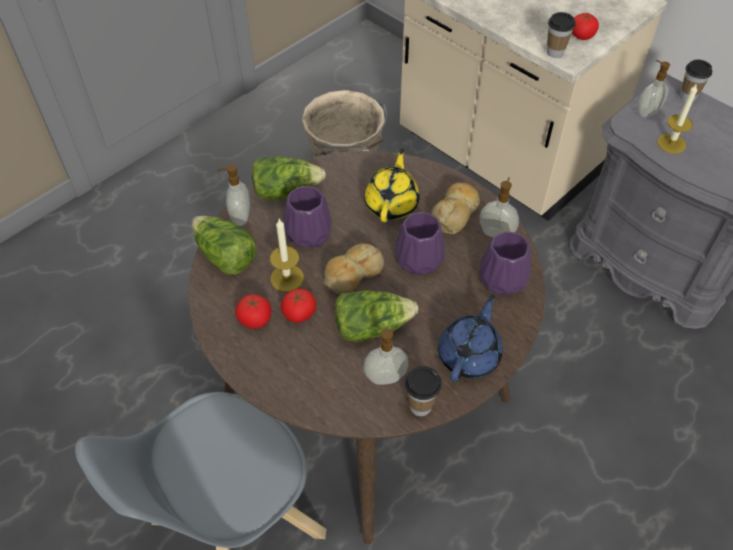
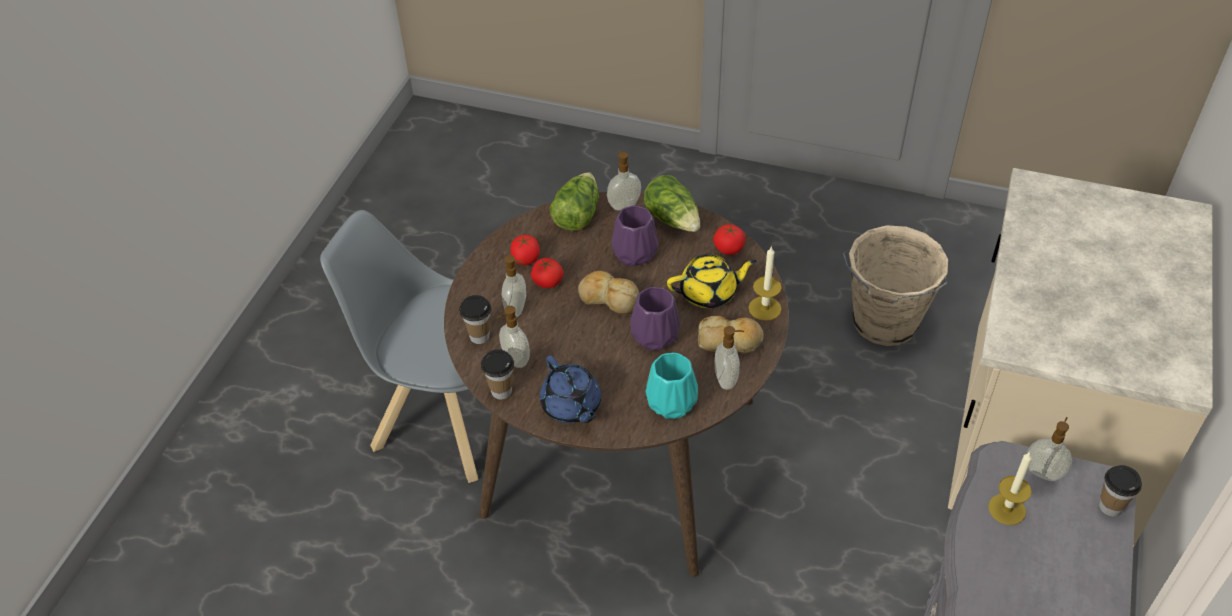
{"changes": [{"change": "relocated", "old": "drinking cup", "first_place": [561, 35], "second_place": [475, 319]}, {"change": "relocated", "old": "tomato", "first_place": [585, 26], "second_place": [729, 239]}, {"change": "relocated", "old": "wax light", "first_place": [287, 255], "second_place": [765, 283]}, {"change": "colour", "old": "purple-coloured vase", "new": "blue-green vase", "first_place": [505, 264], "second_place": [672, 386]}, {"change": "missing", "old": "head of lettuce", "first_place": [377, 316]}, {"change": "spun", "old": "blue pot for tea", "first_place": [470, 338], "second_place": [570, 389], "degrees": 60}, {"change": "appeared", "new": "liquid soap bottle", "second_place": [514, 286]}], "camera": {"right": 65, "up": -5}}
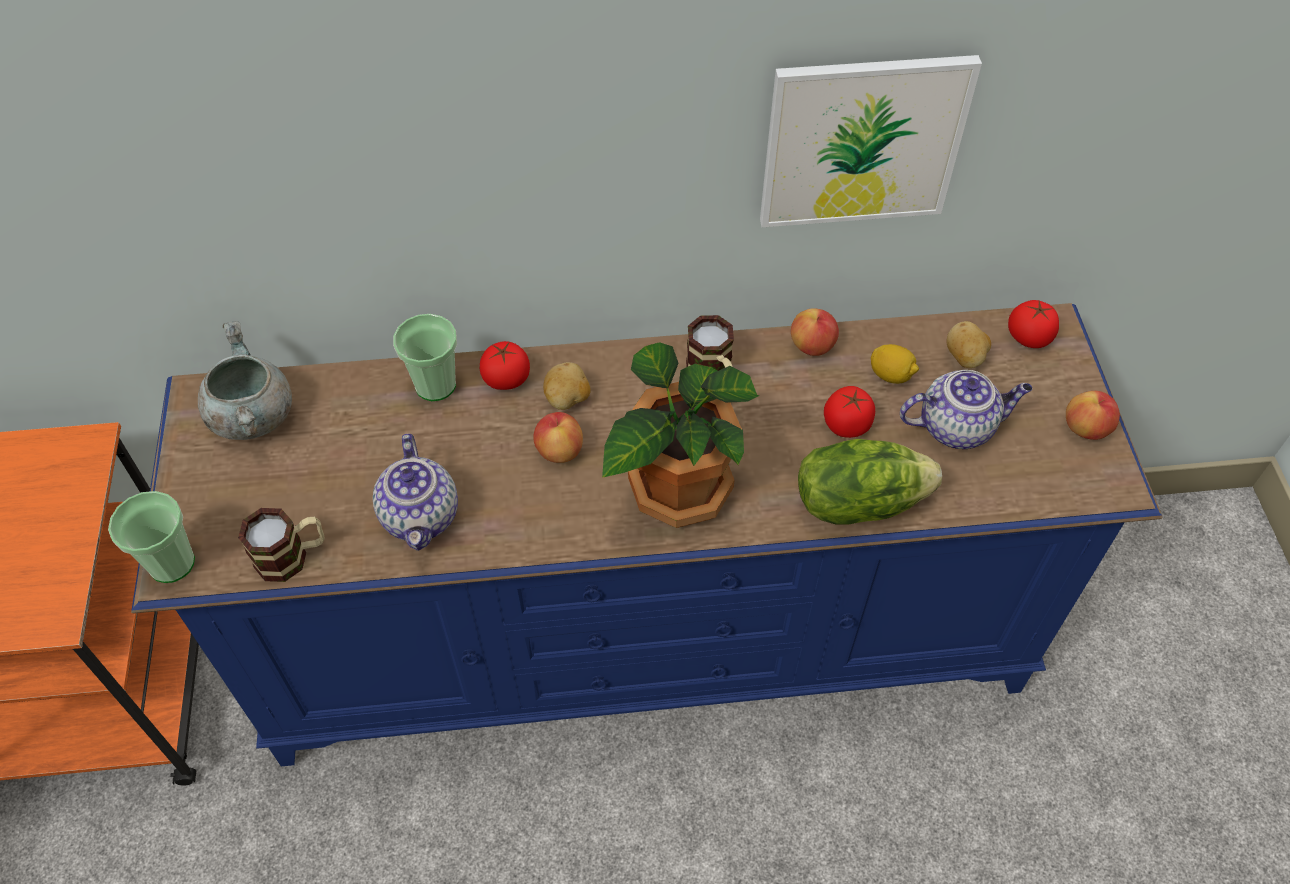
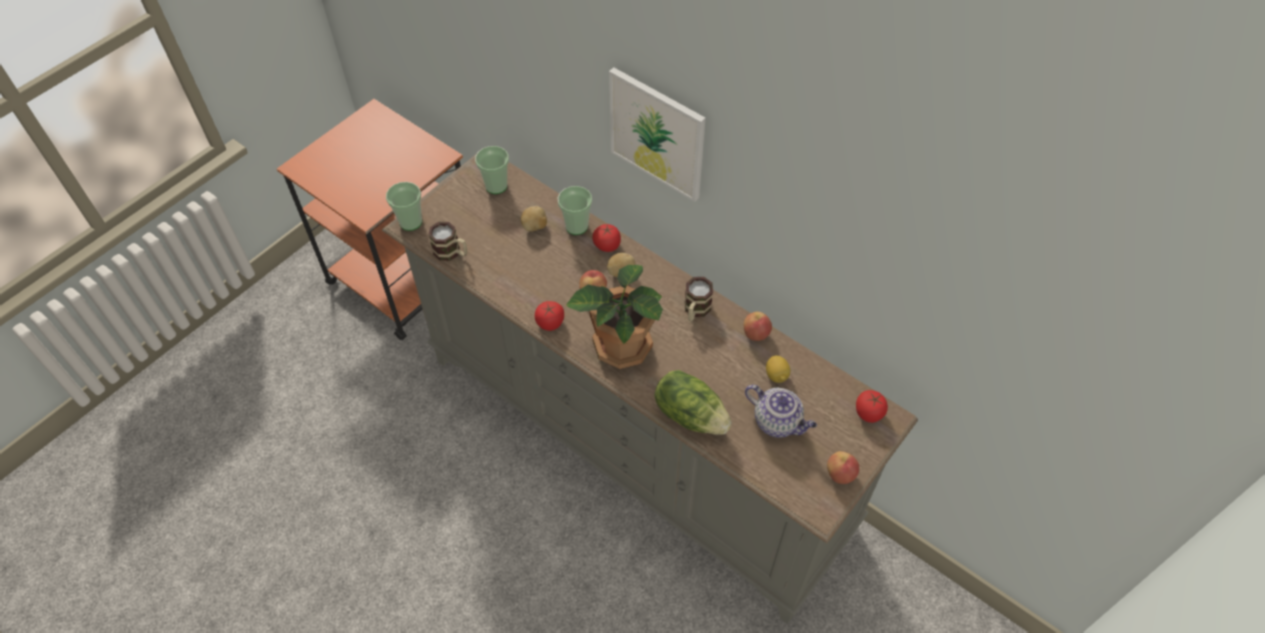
{"changes": [{"change": "relocated", "old": "wall picture", "first_place": [871, 141], "second_place": [657, 134]}, {"change": "colour", "old": "blue cupboard", "new": "greyish cupboard", "first_place": [647, 535], "second_place": [650, 385]}, {"change": "exchanged", "old": "greyish stockpot", "new": "drinking cup", "first_place": [245, 380], "second_place": [492, 170]}, {"change": "relocated", "old": "potato", "first_place": [969, 344], "second_place": [534, 219]}, {"change": "relocated", "old": "tomato", "first_place": [849, 412], "second_place": [549, 316]}, {"change": "missing", "old": "pot for tea", "first_place": [415, 492]}], "camera": {"right": 45, "up": 0}}
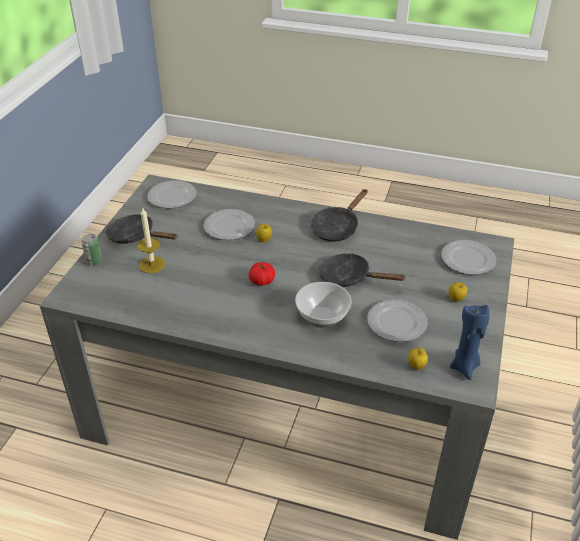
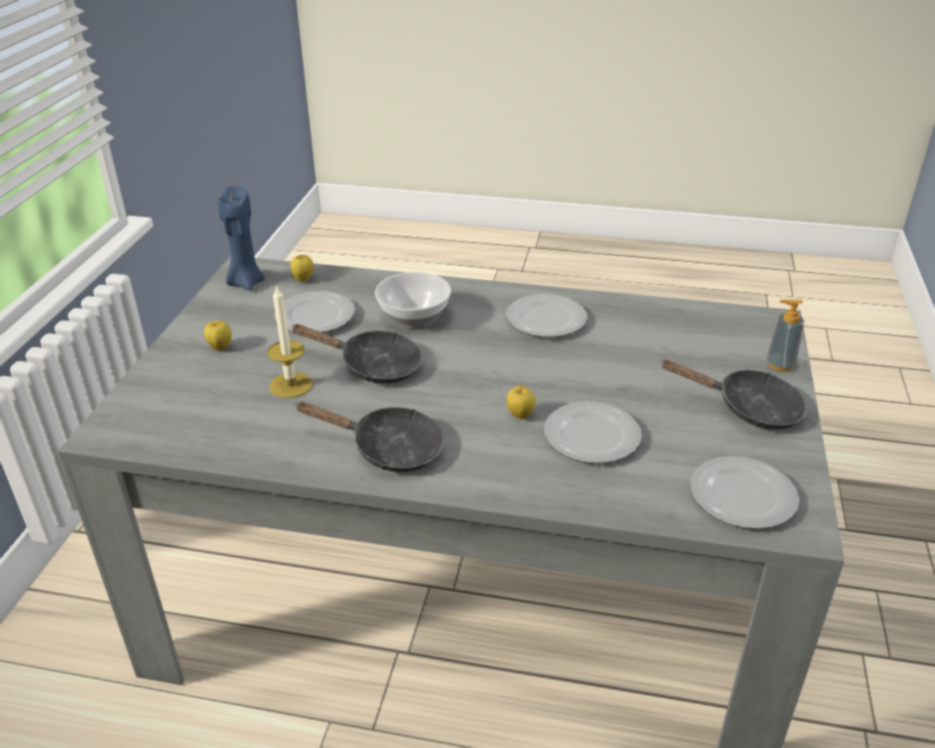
{"changes": [{"change": "spun", "old": "black-coloured skillet", "first_place": [339, 215], "second_place": [369, 436], "degrees": 75}, {"change": "relocated", "old": "wax light", "first_place": [151, 240], "second_place": [289, 341]}, {"change": "exchanged", "old": "sealed can", "new": "liquid soap bottle", "first_place": [91, 250], "second_place": [785, 336]}, {"change": "relocated", "old": "flat dish", "first_place": [468, 257], "second_place": [546, 315]}, {"change": "missing", "old": "tomato", "first_place": [262, 274]}], "camera": {"right": 175, "up": -5}}
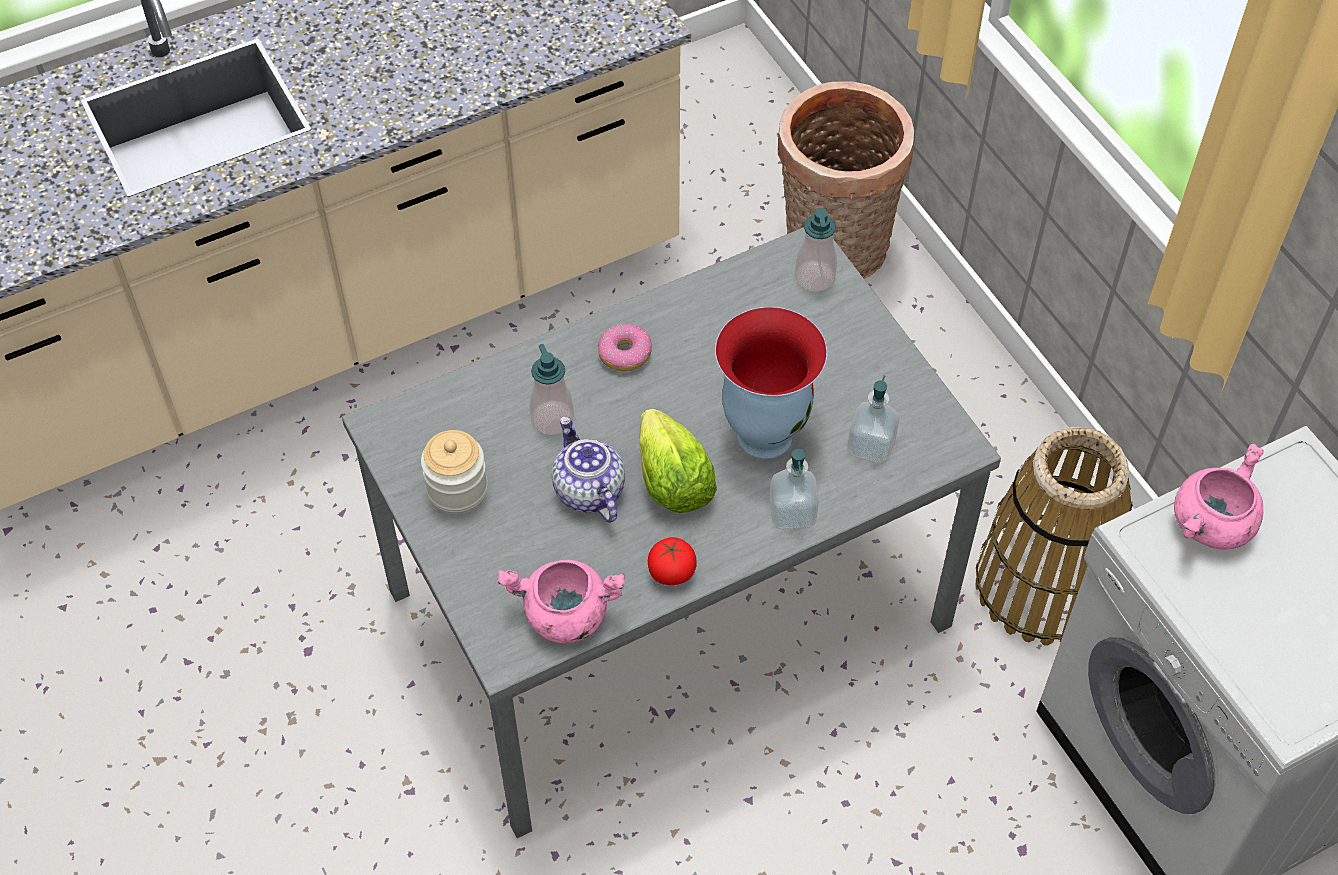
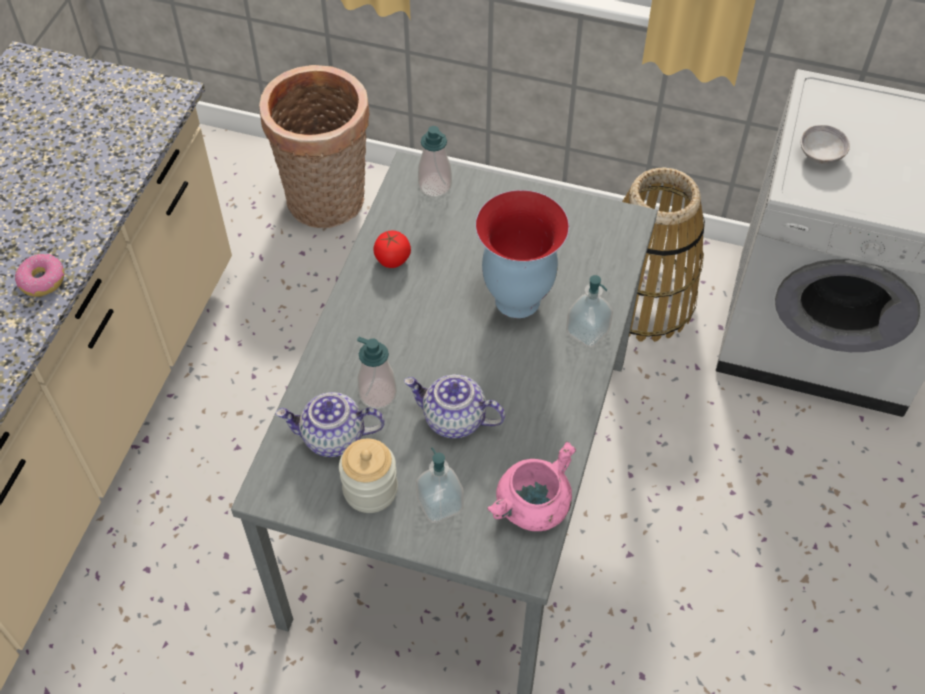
{"changes": [{"change": "relocated", "old": "doughnut", "first_place": [625, 347], "second_place": [40, 275]}, {"change": "relocated", "old": "liquid soap bottle", "first_place": [873, 419], "second_place": [440, 485]}, {"change": "missing", "old": "head of lettuce", "first_place": [678, 461]}, {"change": "exchanged", "old": "pink-coloured stockpot", "new": "greyish serving bowl", "first_place": [1219, 496], "second_place": [825, 144]}, {"change": "relocated", "old": "tomato", "first_place": [672, 561], "second_place": [392, 249]}, {"change": "appeared", "new": "pot for tea", "second_place": [330, 424]}], "camera": {"right": -45, "up": 0}}
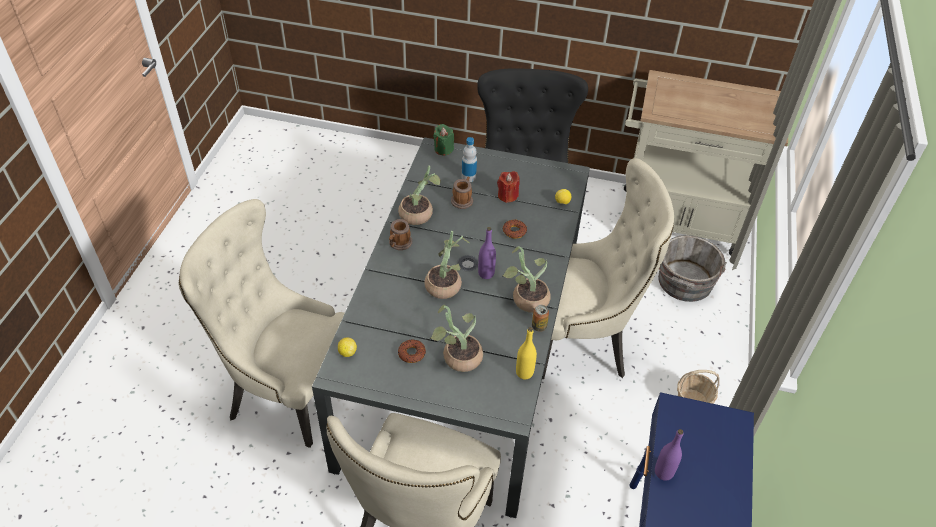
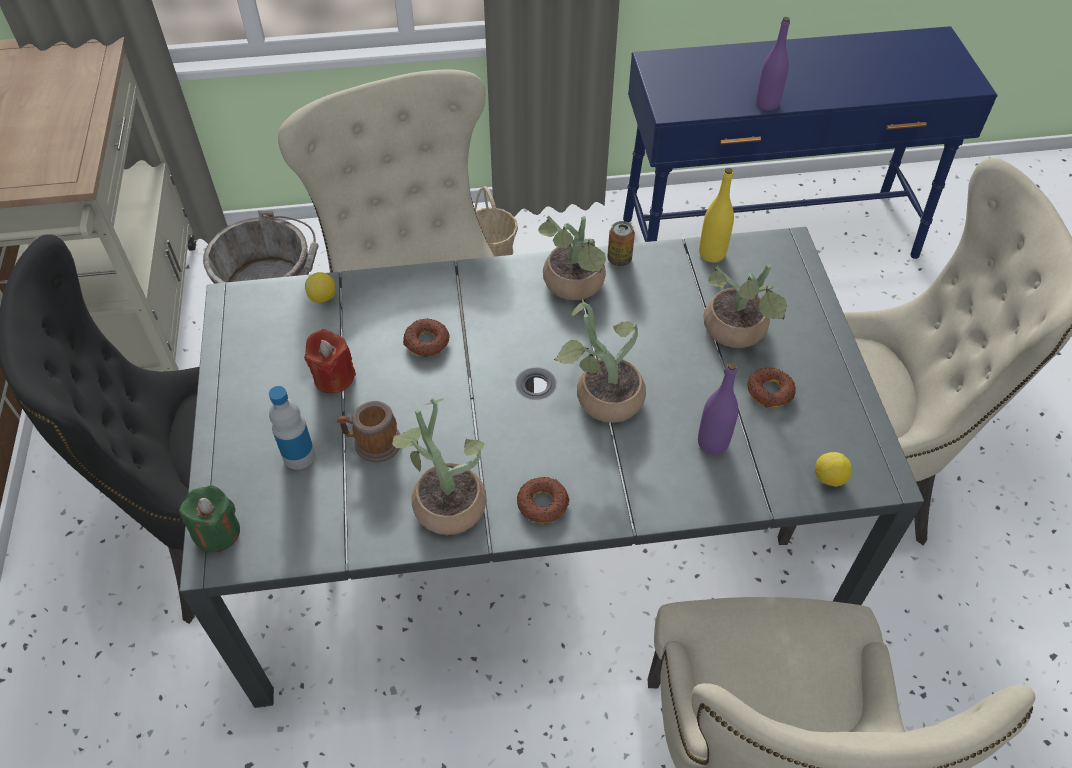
{"changes": [{"change": "exchanged", "old": "tea mug", "new": "doughnut", "first_place": [400, 234], "second_place": [543, 500]}, {"change": "relocated", "old": "purple-coloured bottle", "first_place": [487, 253], "second_place": [718, 408]}], "camera": {"right": -110, "up": 5}}
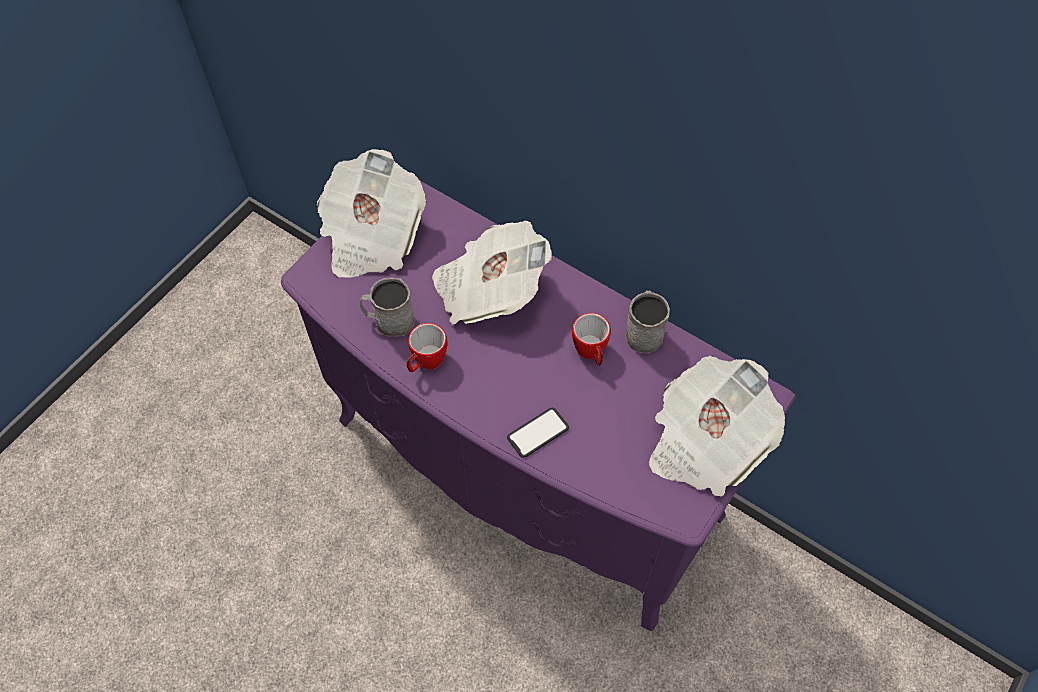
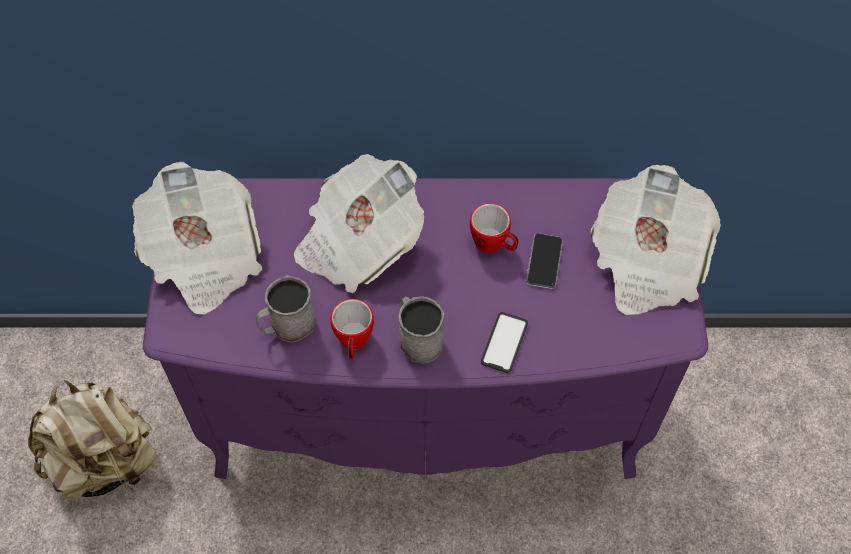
{"changes": [{"change": "relocated", "old": "greyish tea mug", "first_place": [648, 322], "second_place": [421, 330]}, {"change": "appeared", "new": "phone", "second_place": [544, 261]}, {"change": "appeared", "new": "beige-coloured knapsack", "second_place": [92, 438]}], "camera": {"right": -35, "up": 0}}
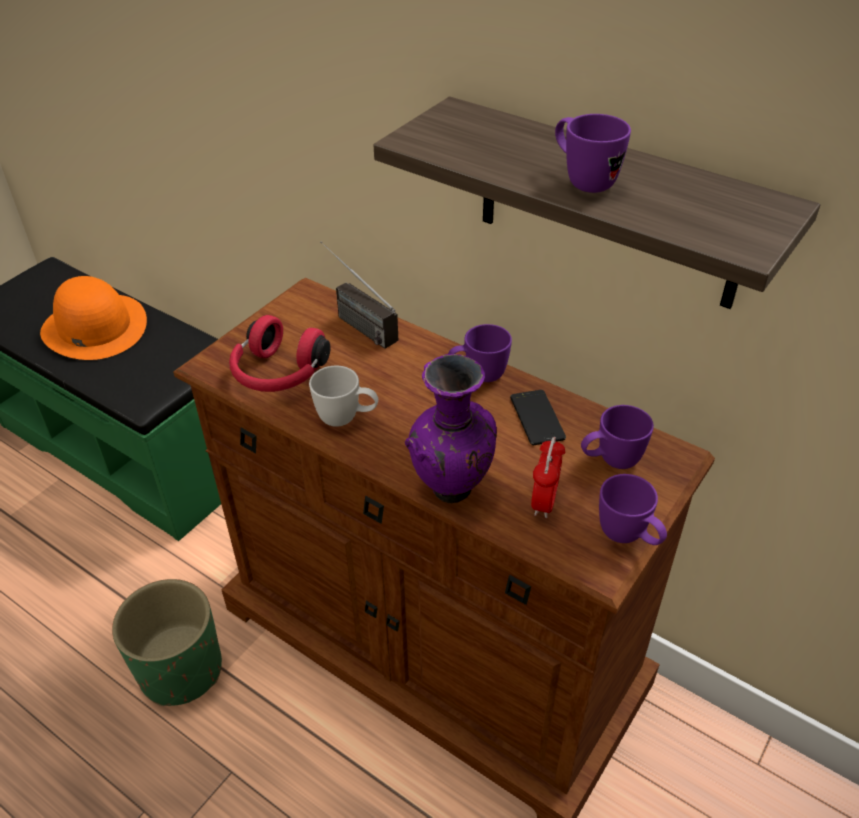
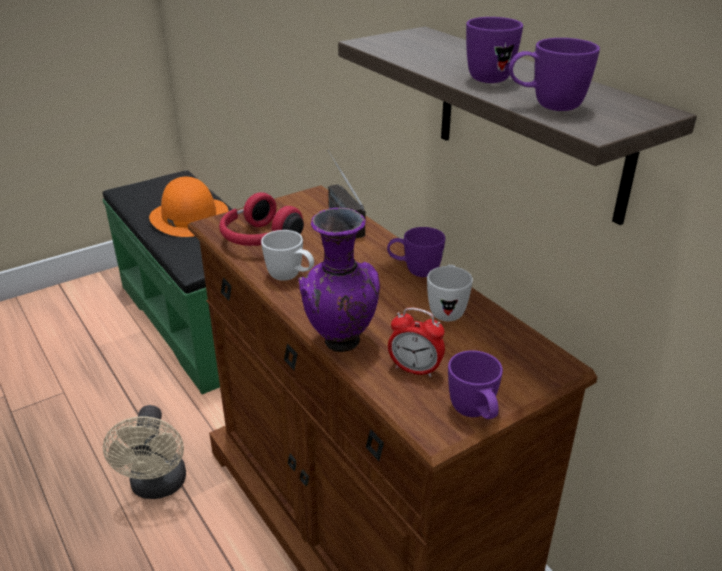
{"changes": [{"change": "exchanged", "old": "phone", "new": "white-coloured tea mug", "first_place": [538, 417], "second_place": [450, 293]}, {"change": "relocated", "old": "purple-coloured tea mug", "first_place": [617, 437], "second_place": [554, 74]}, {"change": "spun", "old": "table clock", "first_place": [548, 477], "second_place": [416, 342], "degrees": 75}, {"change": "exchanged", "old": "green flower pot", "new": "beige-coloured electric fan", "first_place": [167, 642], "second_place": [144, 452]}], "camera": {"right": 20, "up": -10}}
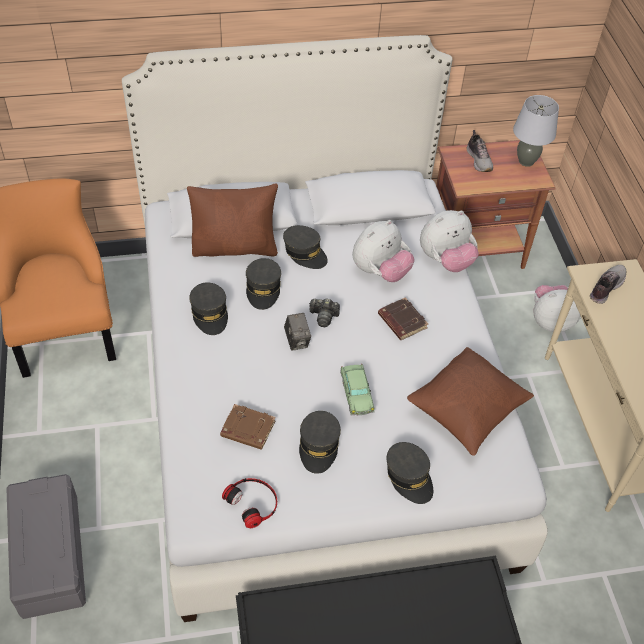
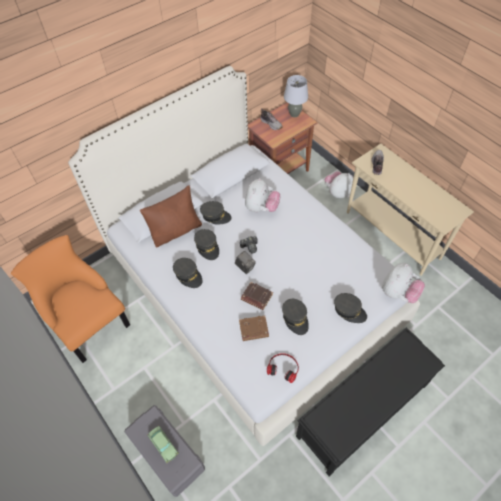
{"changes": [{"change": "relocated", "old": "soft toy", "first_place": [449, 241], "second_place": [403, 283]}, {"change": "relocated", "old": "brownish book", "first_place": [403, 318], "second_place": [257, 296]}, {"change": "missing", "old": "brownish pillow", "first_place": [470, 401]}, {"change": "relocated", "old": "toy car", "first_place": [357, 390], "second_place": [163, 444]}], "camera": {"right": -25, "up": 5}}
